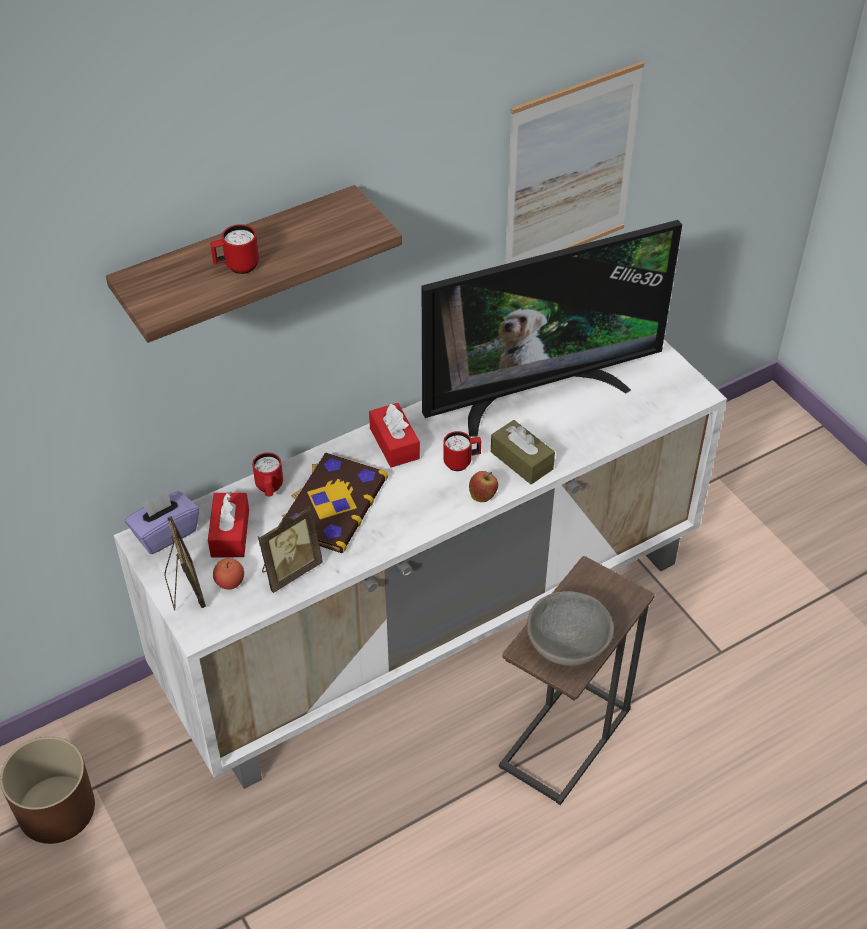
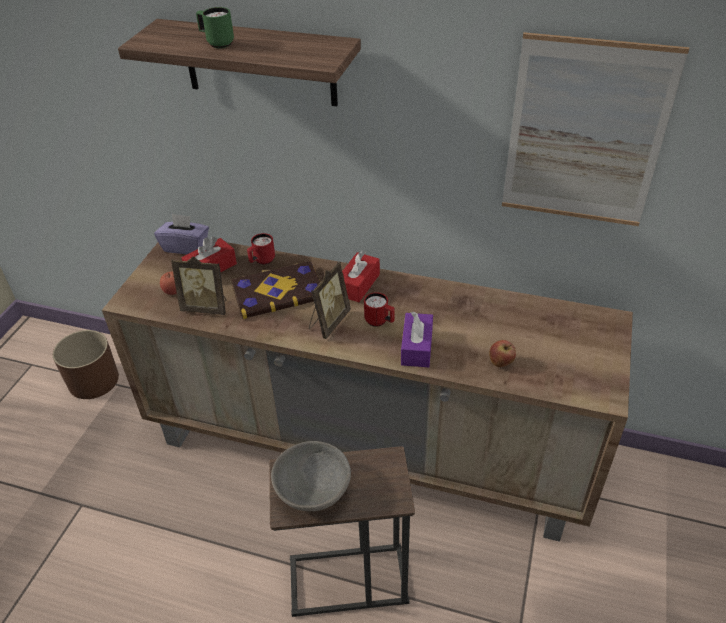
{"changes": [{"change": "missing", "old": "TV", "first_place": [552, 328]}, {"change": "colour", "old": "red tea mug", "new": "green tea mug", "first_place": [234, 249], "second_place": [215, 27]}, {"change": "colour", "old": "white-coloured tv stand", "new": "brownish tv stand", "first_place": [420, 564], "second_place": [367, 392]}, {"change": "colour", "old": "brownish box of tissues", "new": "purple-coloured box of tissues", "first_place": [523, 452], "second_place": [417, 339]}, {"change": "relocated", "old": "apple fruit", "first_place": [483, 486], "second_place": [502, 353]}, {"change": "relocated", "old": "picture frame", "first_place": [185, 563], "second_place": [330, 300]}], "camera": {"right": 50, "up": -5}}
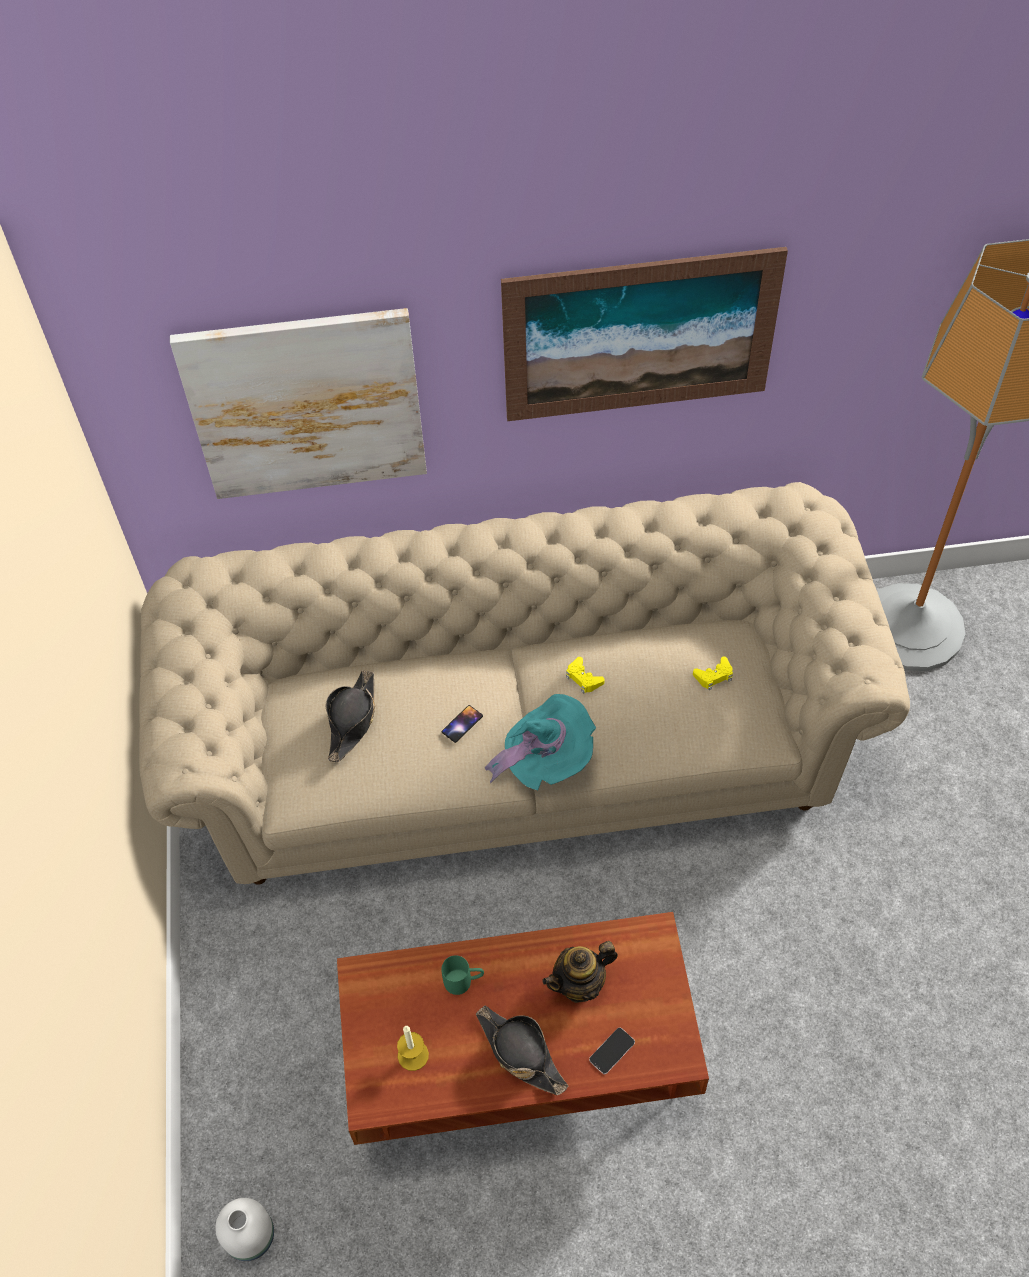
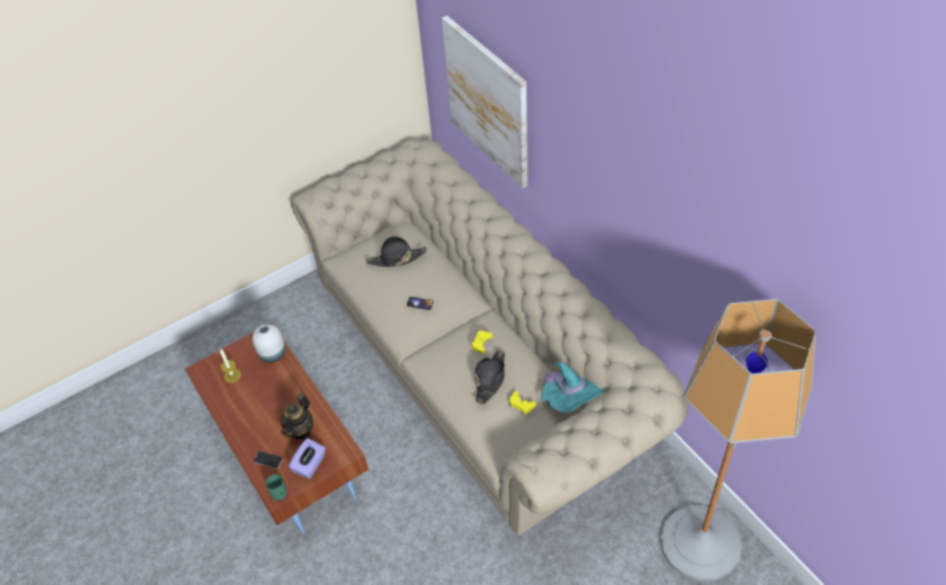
{"changes": [{"change": "missing", "old": "wall picture", "first_place": [644, 334]}, {"change": "relocated", "old": "blue-green wearable hat", "first_place": [540, 742], "second_place": [571, 387]}, {"change": "spun", "old": "pot for tea", "first_place": [580, 972], "second_place": [297, 416], "degrees": -105}, {"change": "relocated", "old": "green tea mug", "first_place": [462, 975], "second_place": [276, 487]}, {"change": "relocated", "old": "black-coloured wearable hat", "first_place": [522, 1050], "second_place": [490, 377]}, {"change": "relocated", "old": "white-coloured vase", "first_place": [244, 1229], "second_place": [269, 343]}, {"change": "appeared", "new": "purple-coloured box of tissues", "second_place": [307, 458]}], "camera": {"right": 65, "up": -5}}
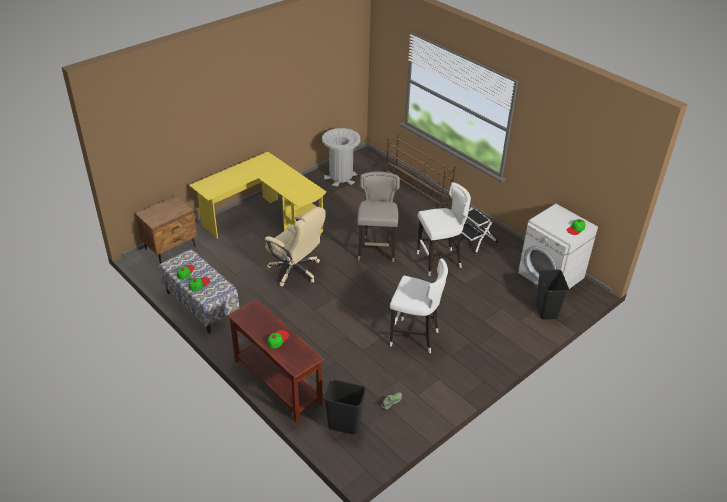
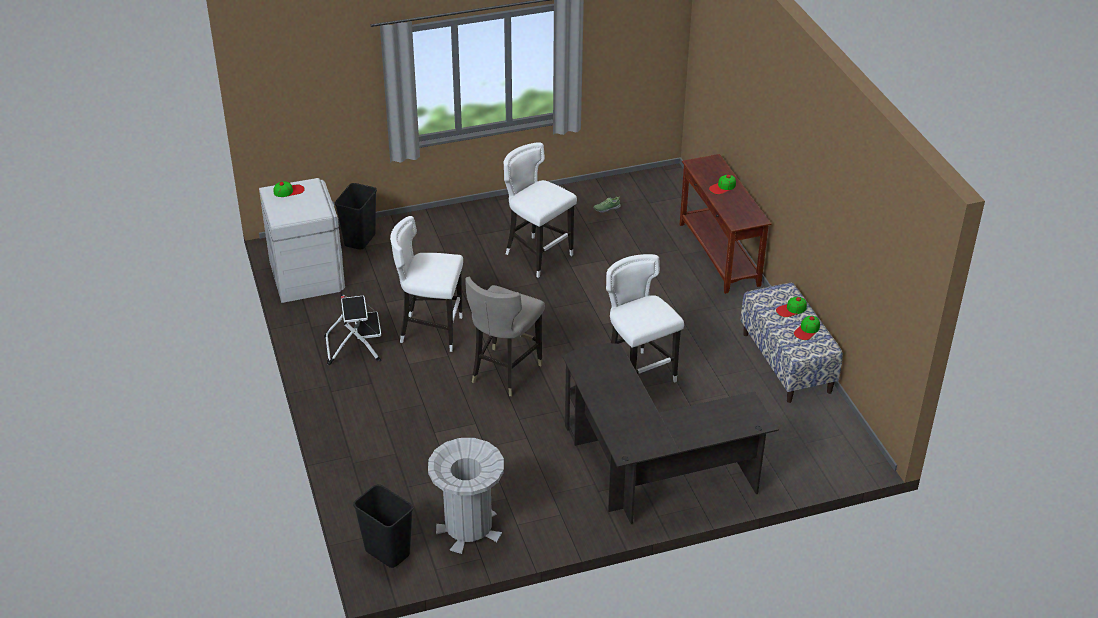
{"changes": [{"change": "missing", "old": "brownish shoe rack", "first_place": [420, 171]}, {"change": "colour", "old": "yellow-coloured desk", "new": "black-coloured desk", "first_place": [257, 195], "second_place": [671, 433]}, {"change": "missing", "old": "brownish bedside table", "first_place": [166, 230]}, {"change": "exchanged", "old": "beige-coloured office chair", "new": "white-coloured sitting stool", "first_place": [295, 246], "second_place": [645, 318]}, {"change": "relocated", "old": "black-coloured waste bin", "first_place": [345, 407], "second_place": [383, 526]}], "camera": {"right": -155, "up": 0}}
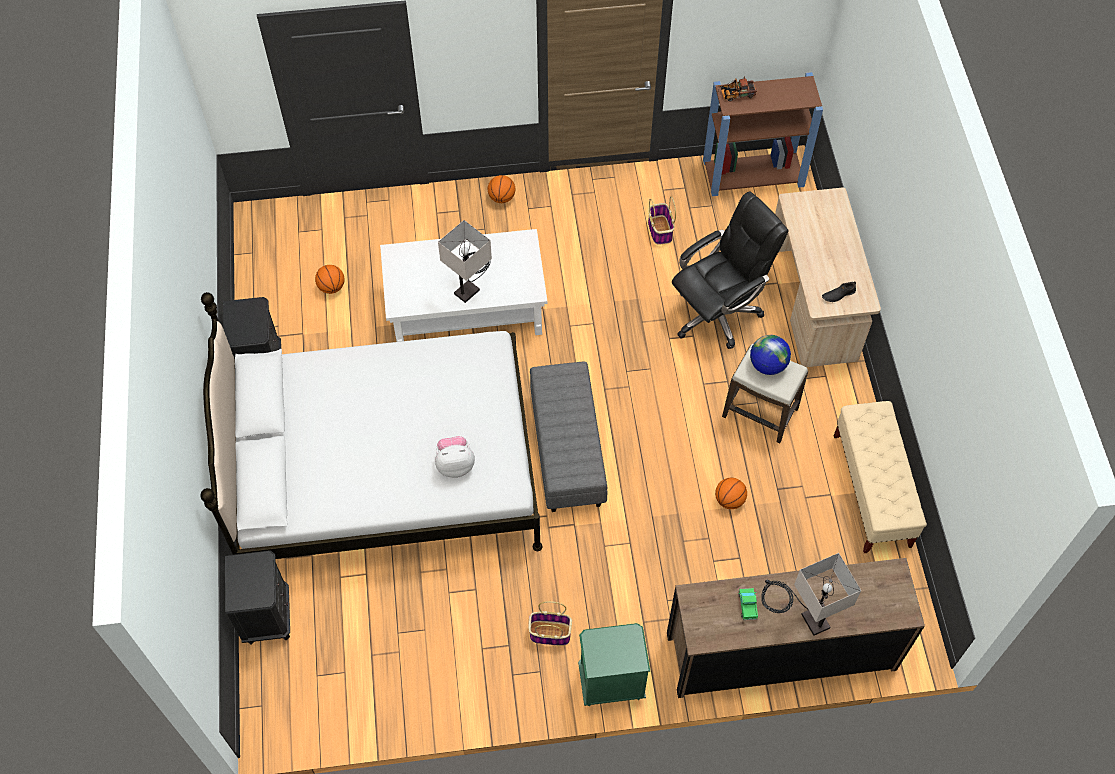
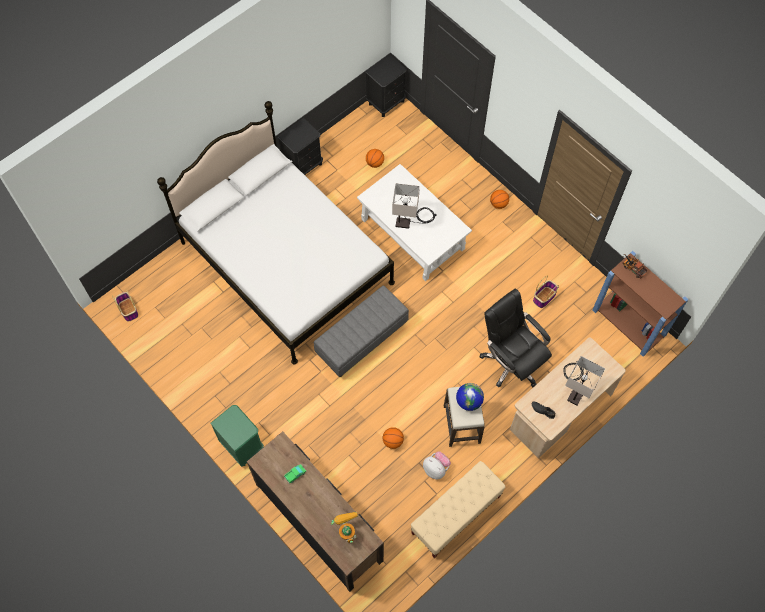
{"changes": [{"change": "spun", "old": "black-coloured office chair", "first_place": [730, 270], "second_place": [516, 338], "degrees": -150}, {"change": "relocated", "old": "soft toy", "first_place": [455, 457], "second_place": [437, 465]}, {"change": "relocated", "old": "black-coloured bedside table", "first_place": [257, 597], "second_place": [386, 85]}, {"change": "relocated", "old": "tabletop lamp", "first_place": [811, 594], "second_place": [584, 381]}, {"change": "relocated", "old": "storage basket", "first_place": [550, 623], "second_place": [125, 305]}, {"change": "appeared", "new": "robot figure", "second_place": [344, 527]}], "camera": {"right": 55, "up": 5}}
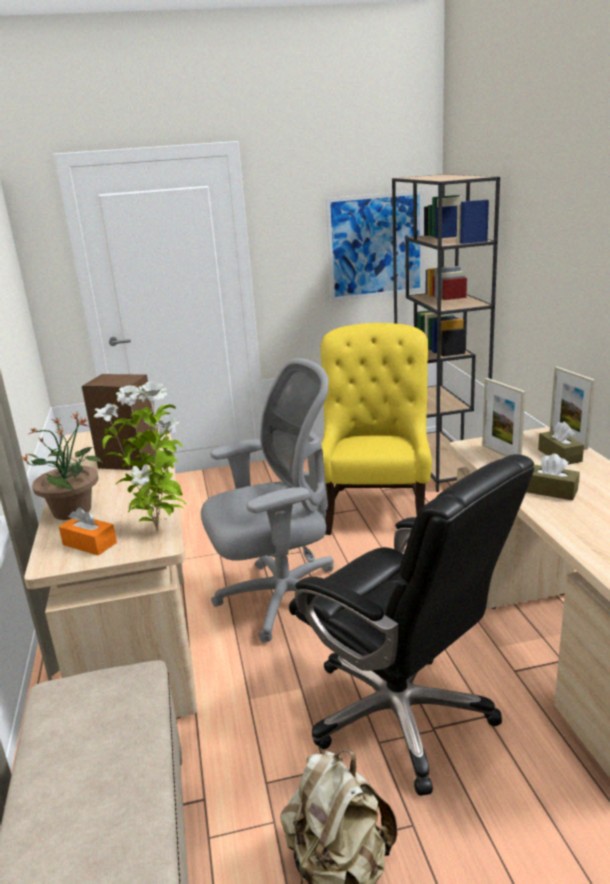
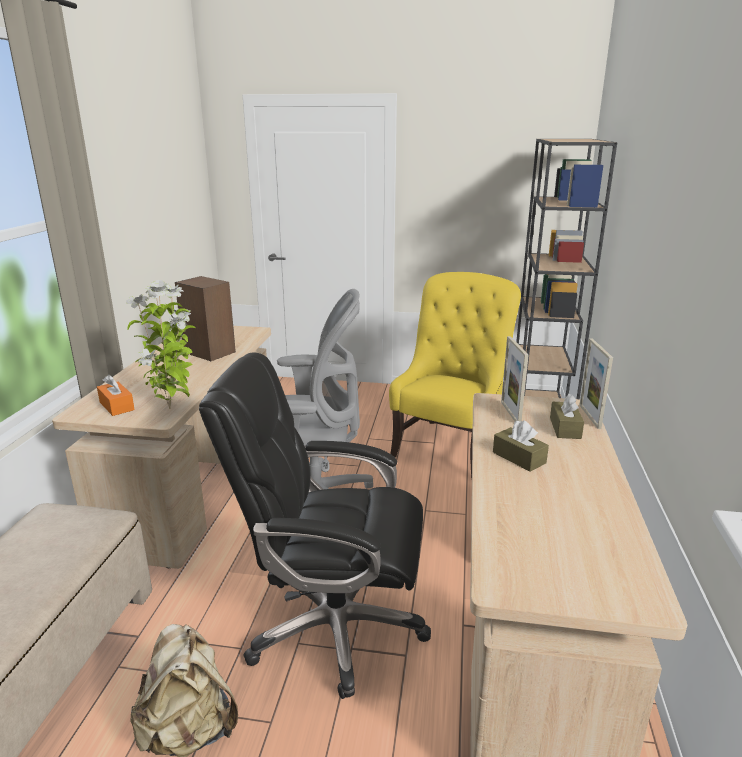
{"changes": [{"change": "missing", "old": "wall picture", "first_place": [375, 245]}, {"change": "missing", "old": "houseplant", "first_place": [61, 466]}, {"change": "spun", "old": "black-coloured office chair", "first_place": [411, 625], "second_place": [315, 526], "degrees": 120}], "camera": {"right": 20, "up": 0}}
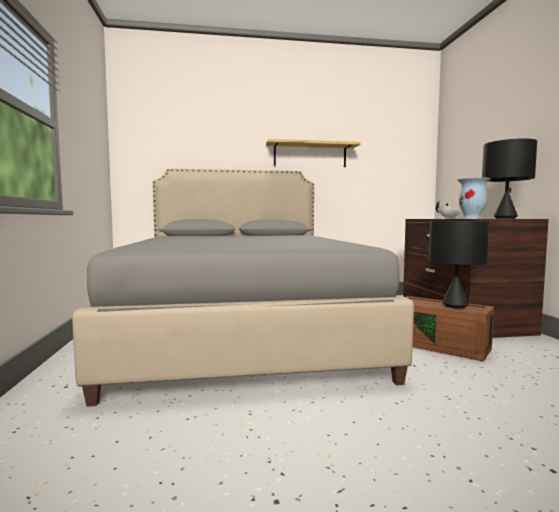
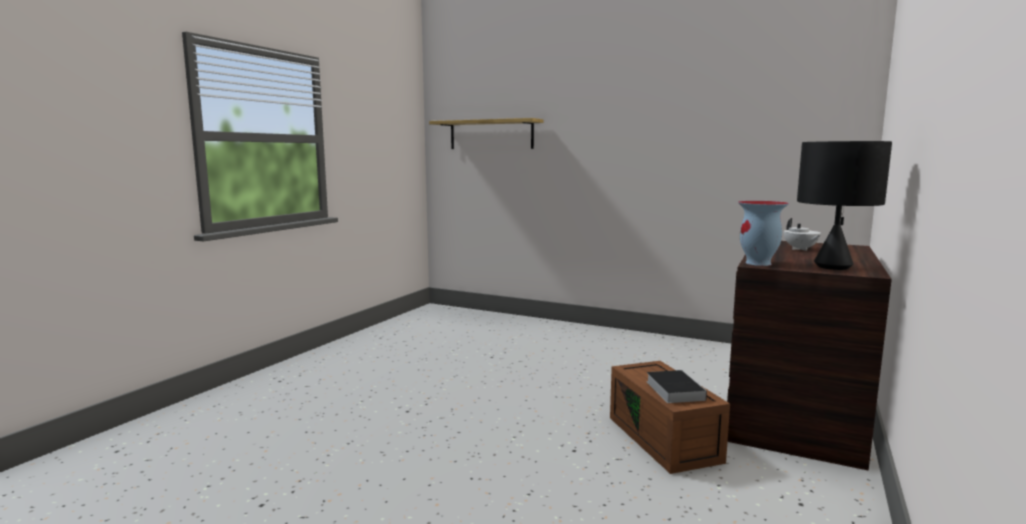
{"changes": [{"change": "relocated", "old": "wall shelf", "first_place": [313, 153], "second_place": [486, 133]}, {"change": "missing", "old": "greyish sleeping bed", "first_place": [243, 287]}, {"change": "exchanged", "old": "black-coloured tabletop lamp", "new": "book", "first_place": [459, 264], "second_place": [677, 386]}], "camera": {"right": 35, "up": 5}}
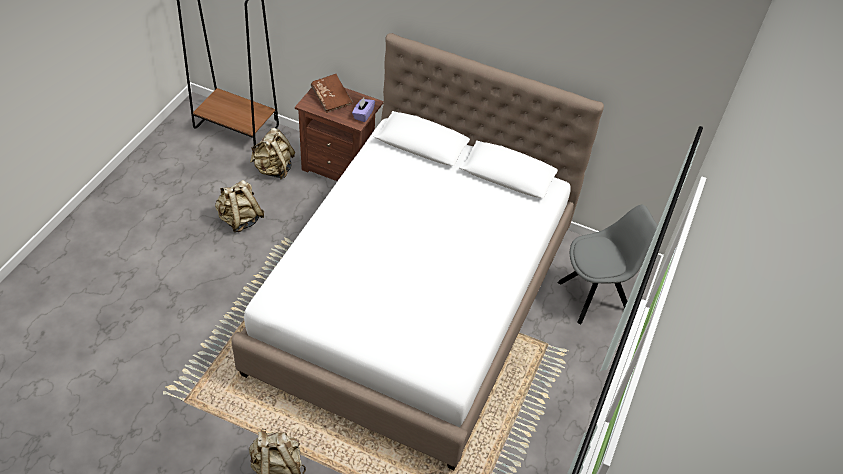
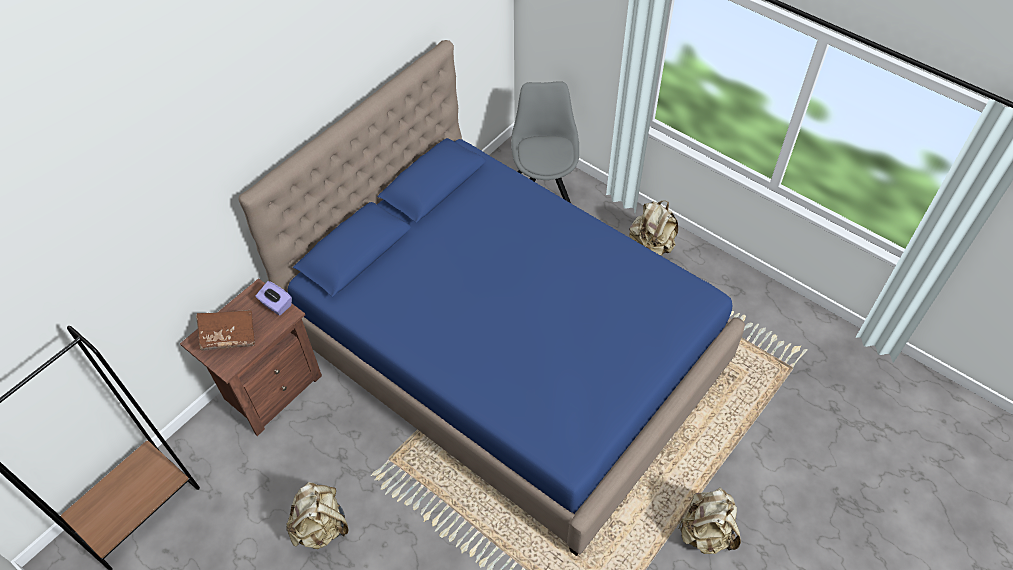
{"changes": [{"change": "colour", "old": "white-coloured sleeping bed", "new": "blue sleeping bed", "first_place": [417, 251], "second_place": [491, 298]}, {"change": "relocated", "old": "beige-coloured knapsack", "first_place": [272, 153], "second_place": [653, 227]}], "camera": {"right": -70, "up": 5}}
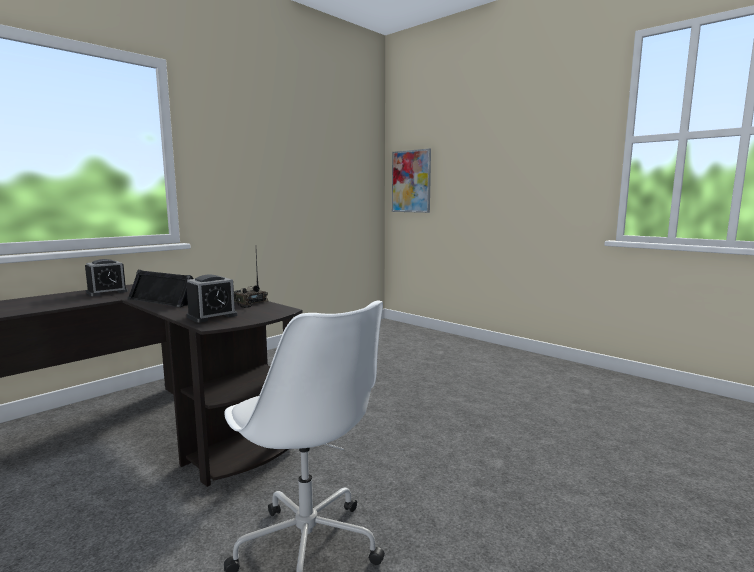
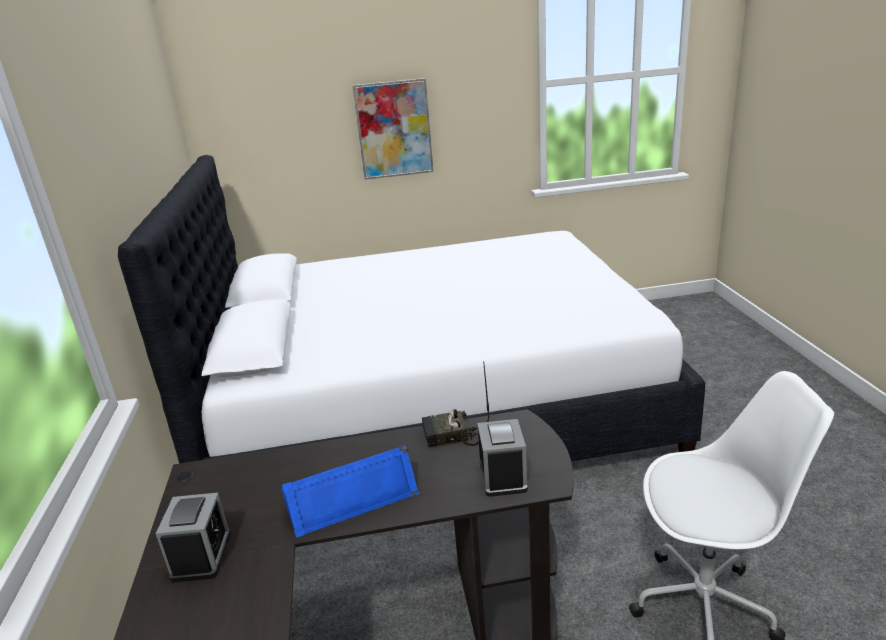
{"changes": [{"change": "relocated", "old": "wall picture", "first_place": [411, 180], "second_place": [393, 129]}, {"change": "colour", "old": "black-coloured speaker", "new": "blue speaker", "first_place": [160, 288], "second_place": [350, 491]}, {"change": "appeared", "new": "white-coloured sleeping bed", "second_place": [411, 309]}], "camera": {"right": -50, "up": 15}}
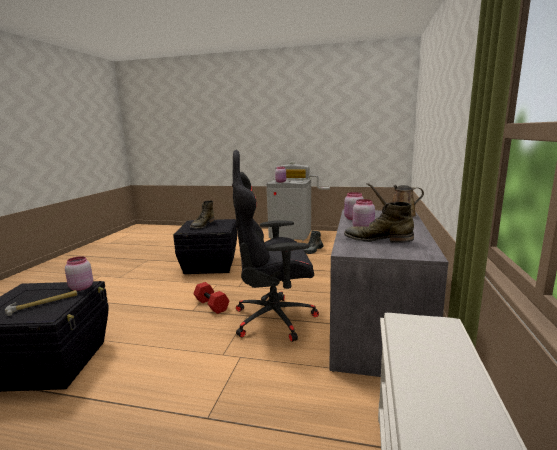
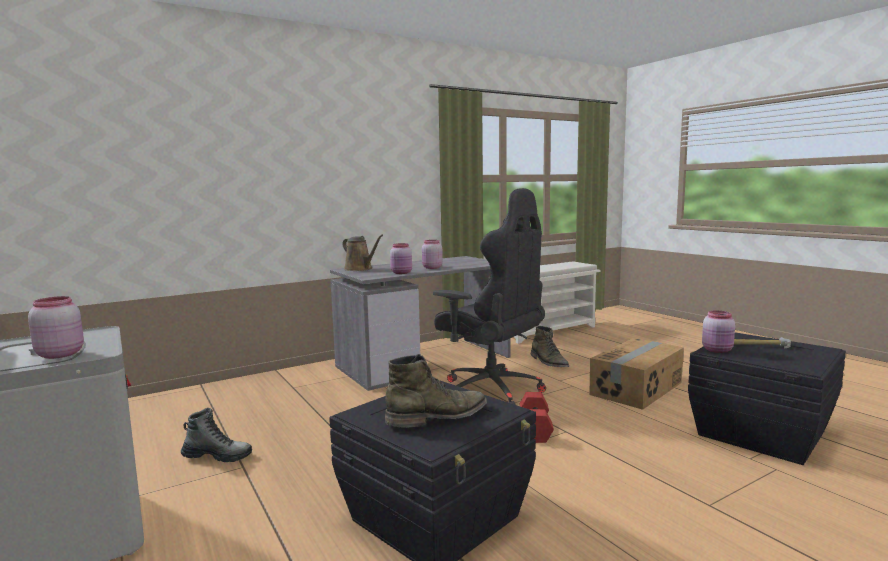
{"changes": [{"change": "relocated", "old": "green tall boot", "first_place": [379, 222], "second_place": [550, 346]}, {"change": "appeared", "new": "packing box", "second_place": [636, 374]}], "camera": {"right": -135, "up": -5}}
